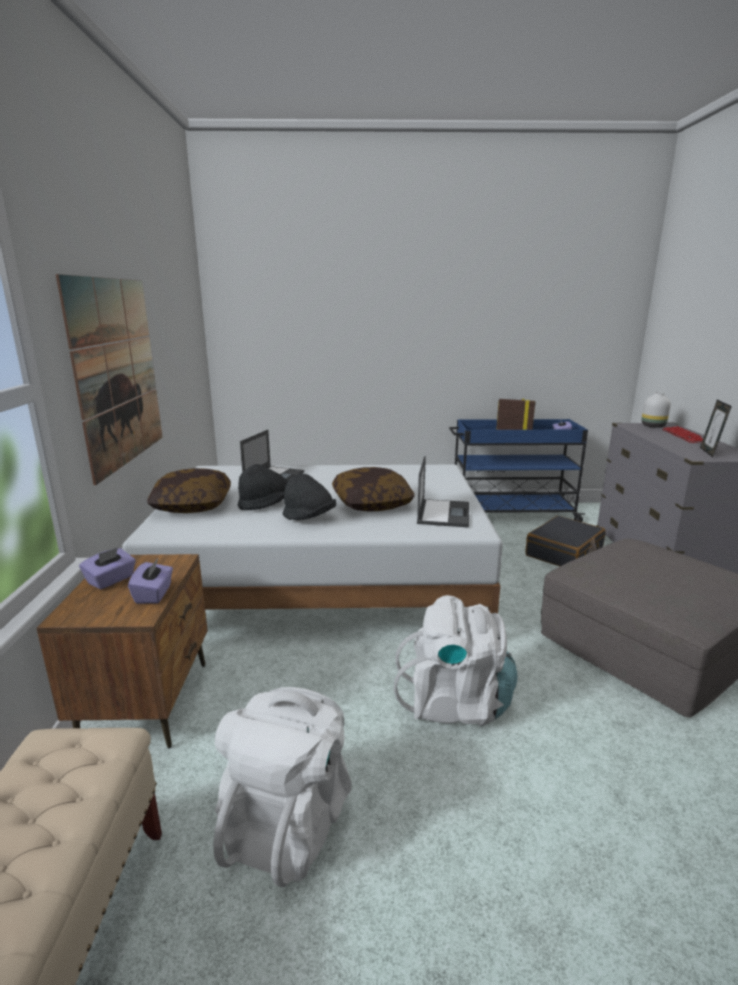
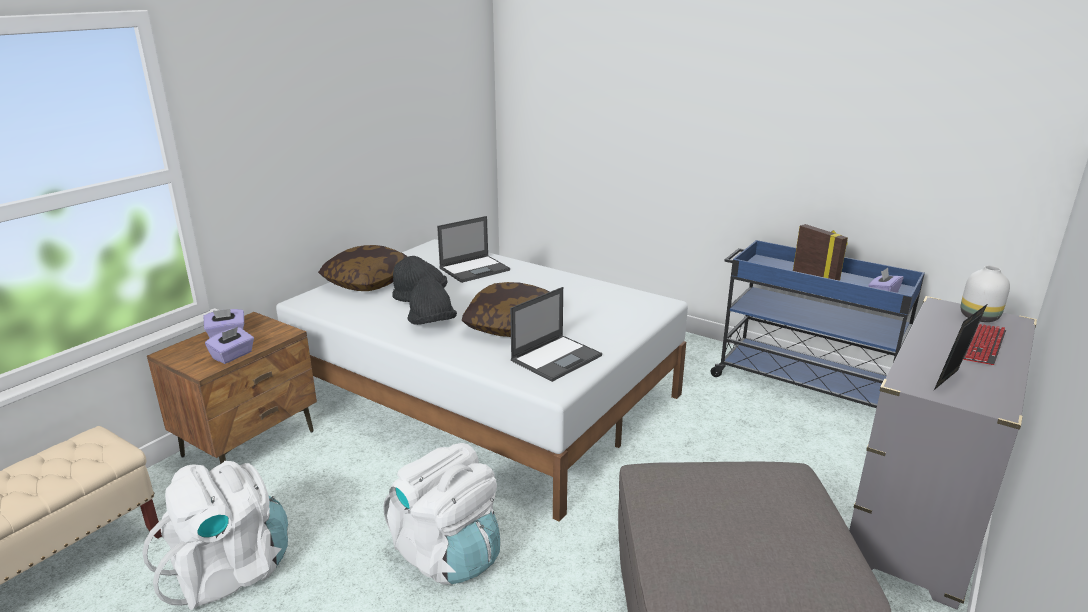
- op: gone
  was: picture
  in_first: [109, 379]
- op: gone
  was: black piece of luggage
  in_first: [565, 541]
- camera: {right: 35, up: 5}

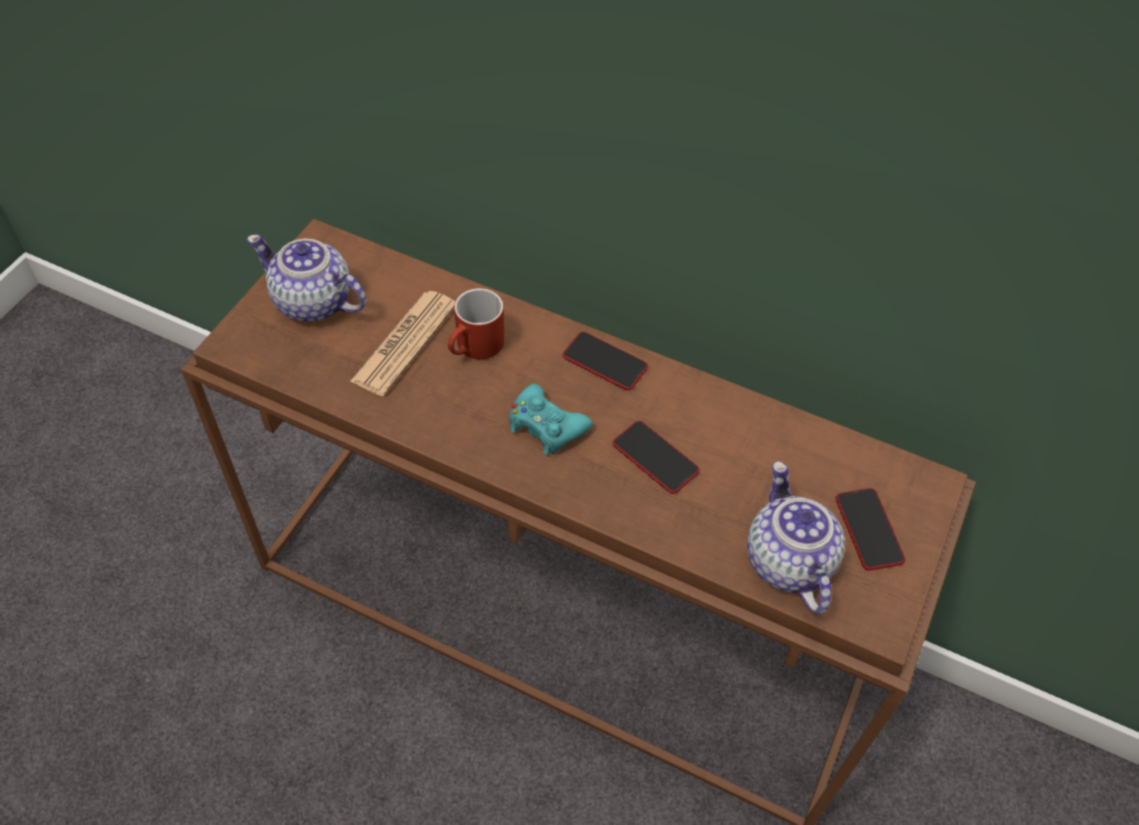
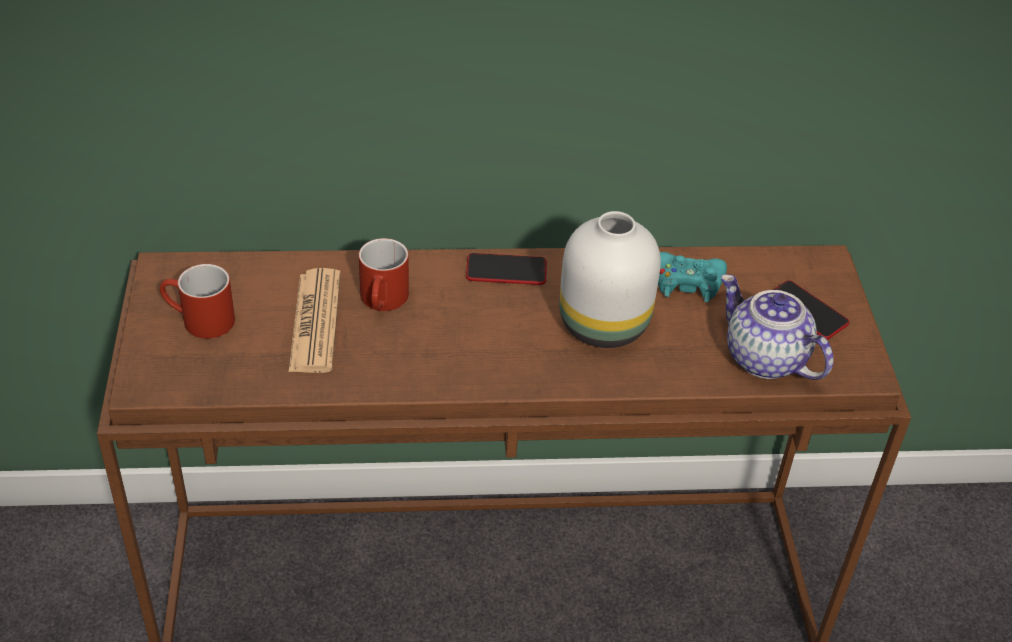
- op: swapped
  was: teapot
  now: red coffee mug
  in_first: [307, 278]
  in_second: [197, 301]
- op: swapped
  was: handset
  now: white decorative vase
  in_first: [656, 457]
  in_second: [610, 279]
- op: shifted
  was: turquoise gamepad
  in_first: [551, 419]
  in_second: [692, 277]
- camera: {right: -30, up: -10}

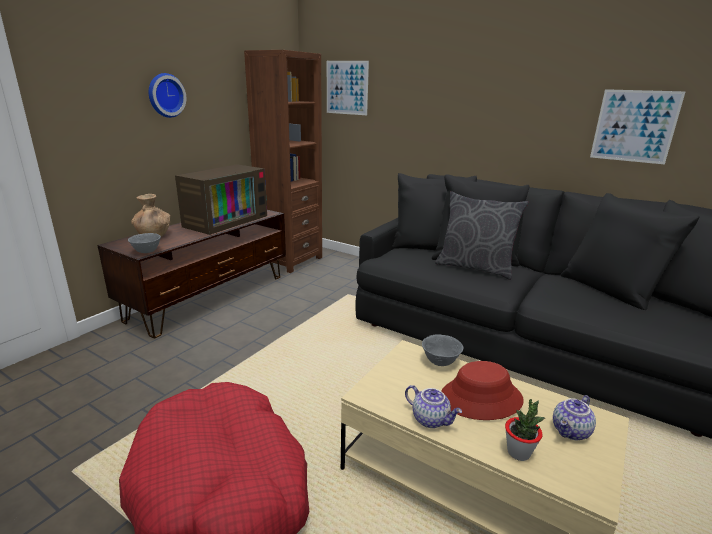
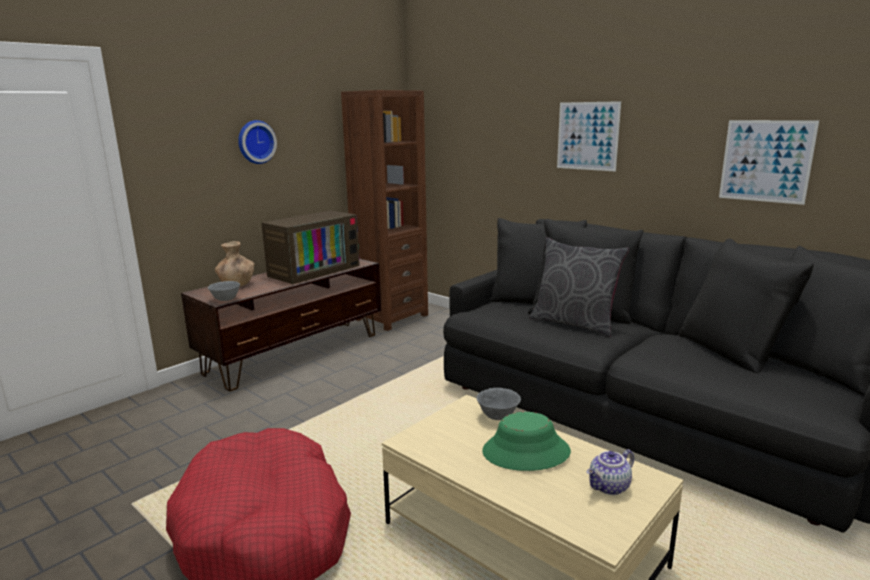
- op: repainted
  was: red clothing hat
  now: green clothing hat
  in_first: [482, 390]
  in_second: [526, 441]
- op: shifted
  was: picture
  in_first: [348, 88]
  in_second: [589, 136]
- op: gone
  was: teapot
  in_first: [433, 406]
- op: gone
  was: plant in a pot
  in_first: [525, 430]
- camera: {right: 10, up: -5}

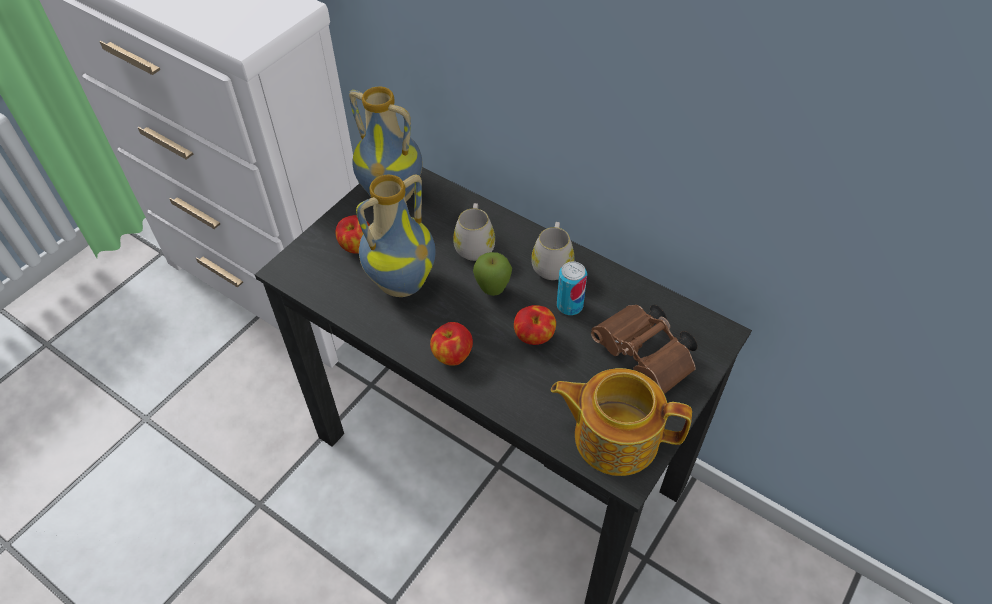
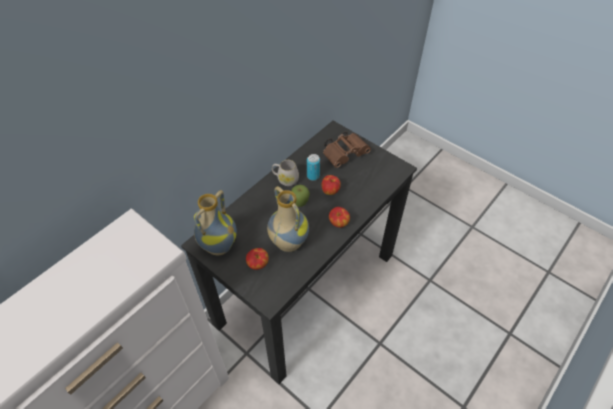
- op: gone
  was: white coffee mug
  in_first: [474, 232]
- op: gone
  was: teapot
  in_first: [621, 422]
- camera: {right: -85, up: 0}

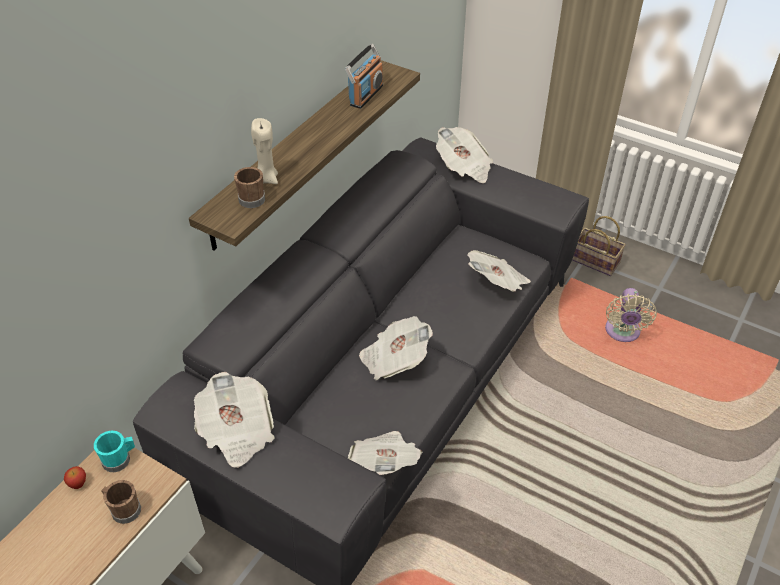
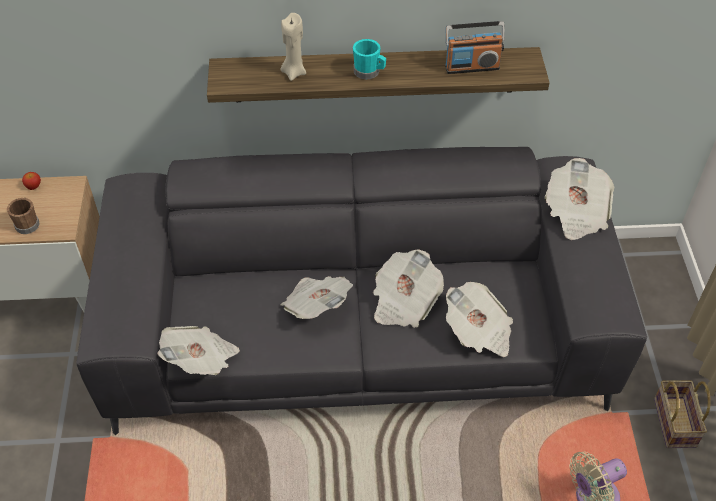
- op: shifted
  was: turquoise coffee mug
  in_first: [114, 451]
  in_second: [369, 59]
- op: shifted
  was: printed paper
  in_first: [234, 420]
  in_second: [408, 288]
- op: gone
  was: brown-coloured coffee mug
  in_first: [249, 187]
- camera: {right: 55, up: 5}

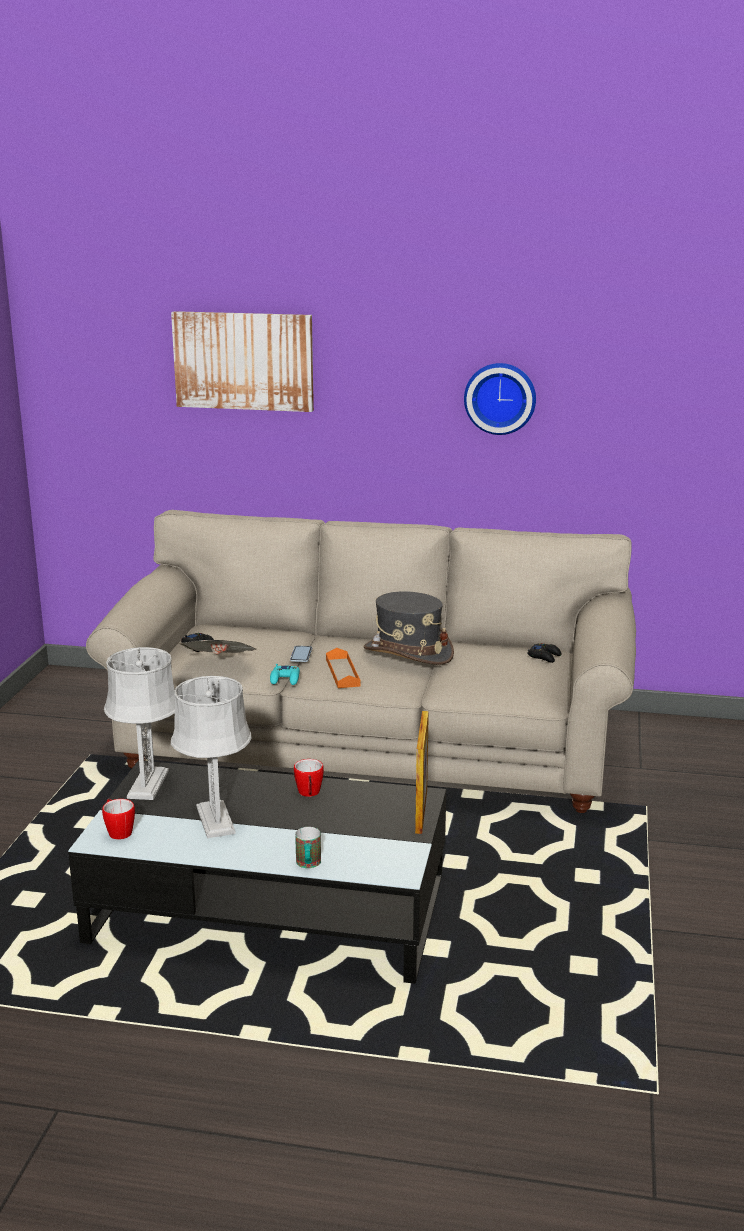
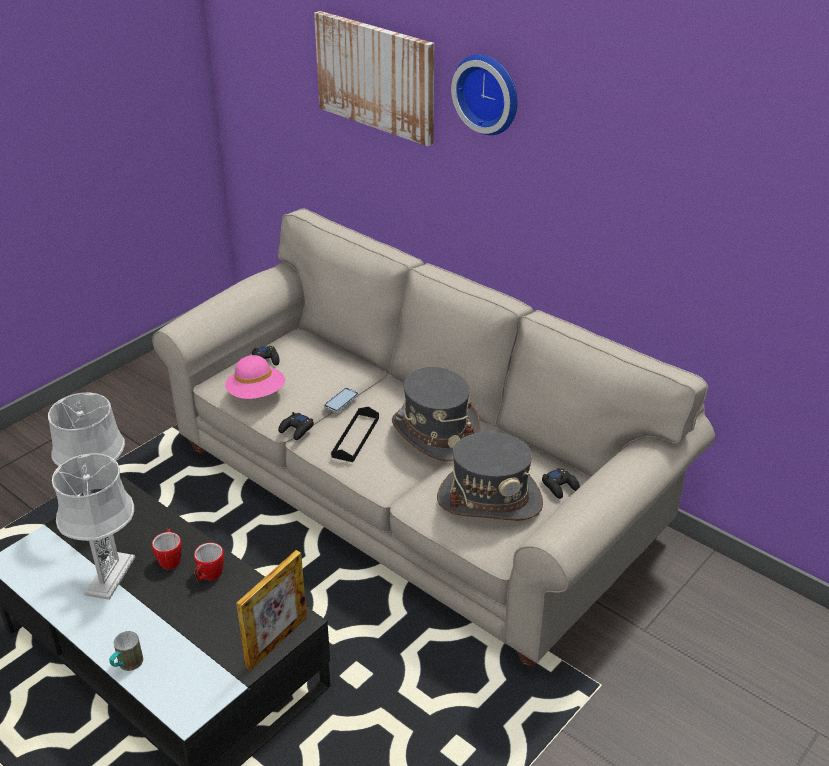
- op: shifted
  was: coffee mug
  in_first: [118, 819]
  in_second: [167, 548]
- op: swapped
  was: printed paper
  now: pink-coloured clothing hat
  in_first: [217, 647]
  in_second: [255, 377]
- op: repainted
  was: turquoise gamepad
  now: black gamepad
  in_first: [285, 674]
  in_second: [296, 426]
- op: repainted
  was: orangey serving tray
  now: black serving tray
  in_first: [343, 668]
  in_second: [355, 434]
- op: new
  now: greyish clothing hat
  in_second: [490, 476]
- op: shifted
  was: wall clock
  in_first: [500, 399]
  in_second: [484, 94]
- camera: {right: 30, up: 15}

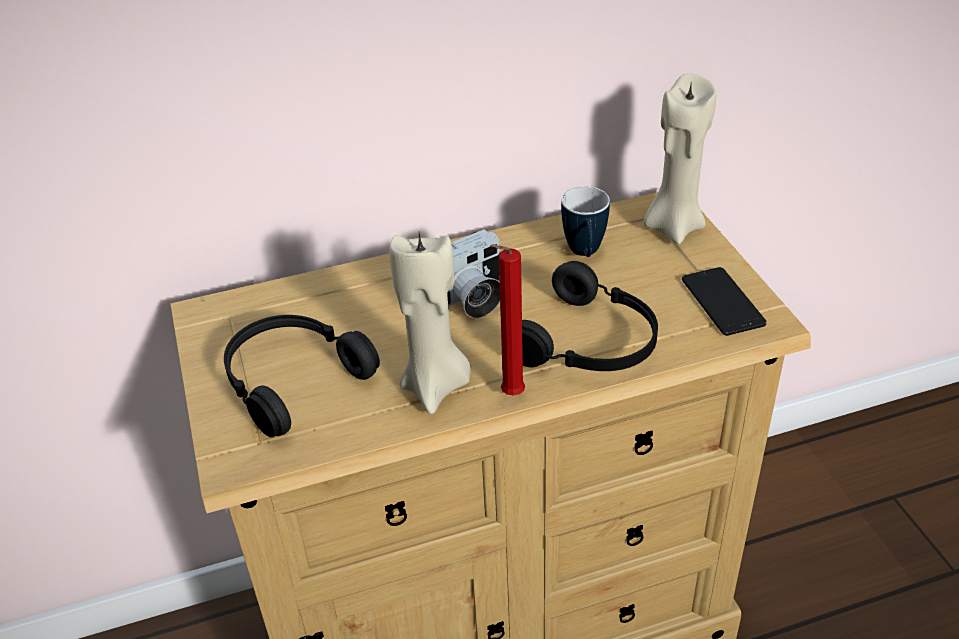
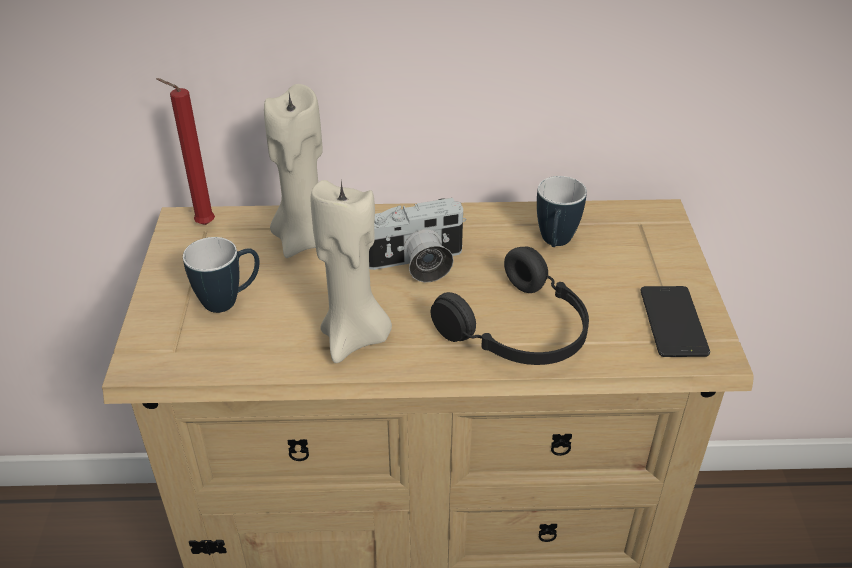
- op: shifted
  was: red candle
  in_first: [507, 320]
  in_second: [185, 151]
- op: swapped
  was: black headphones
  now: coffee mug
  in_first: [302, 376]
  in_second: [221, 275]
- op: shifted
  was: sand-coloured candle
  in_first: [680, 158]
  in_second: [293, 171]
- camera: {right: 15, up: 0}

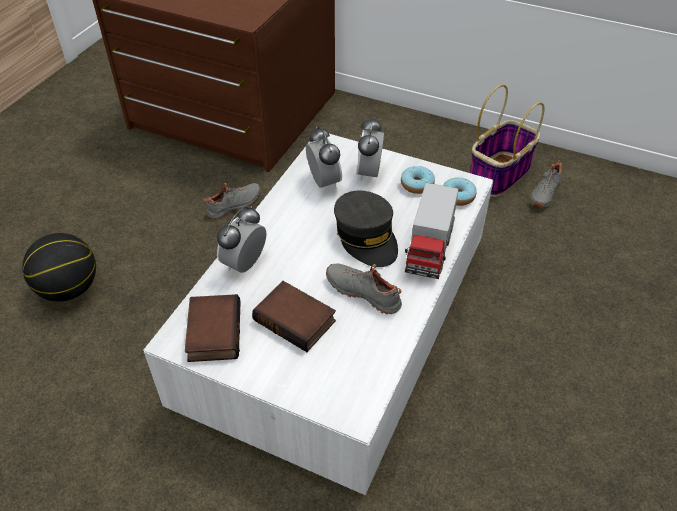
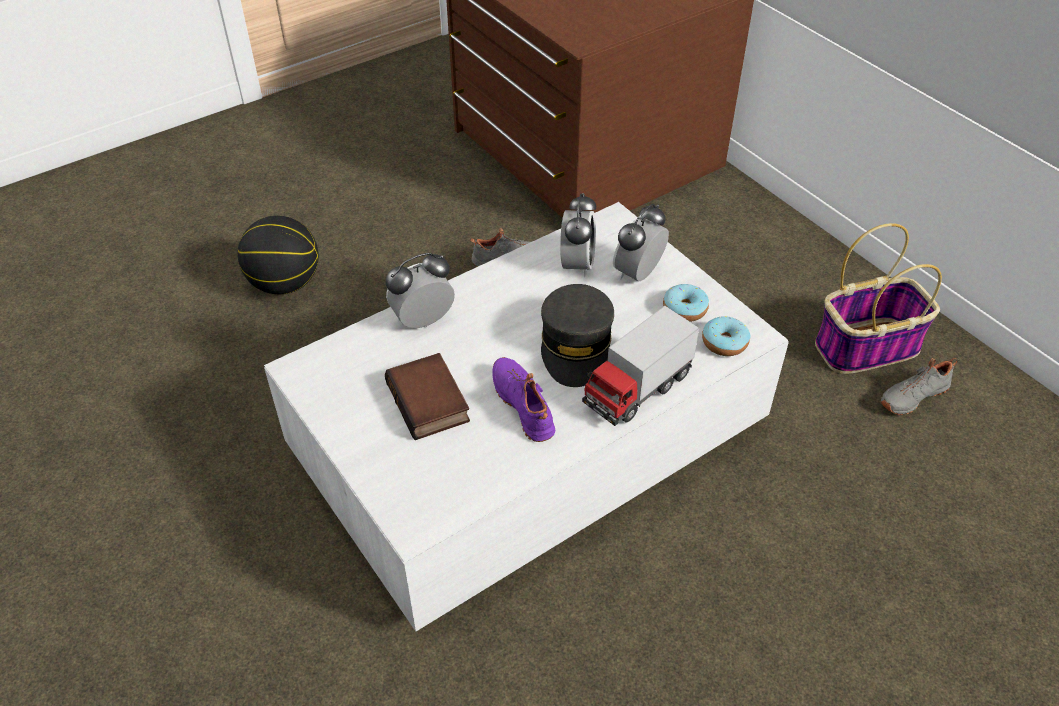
- op: repainted
  was: greyish low shoe
  now: purplish low shoe
  in_first: [364, 288]
  in_second: [523, 399]
- op: gone
  was: book
  in_first: [213, 328]
- camera: {right: 30, up: 0}

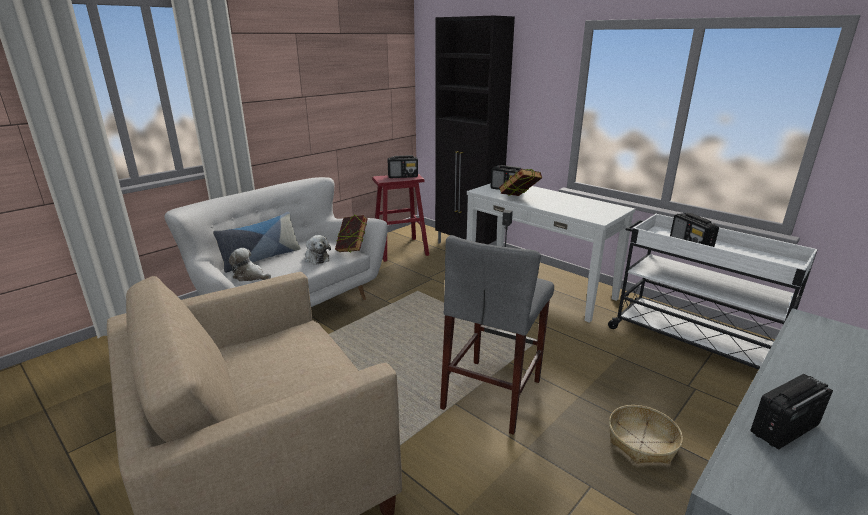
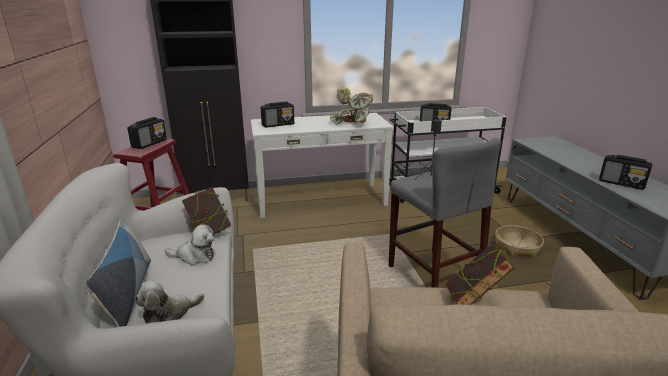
- op: new
  now: plant in a pot
  in_second: [351, 105]
- op: shifted
  was: book
  in_first: [520, 182]
  in_second: [480, 275]
- op: rotated
  was: radio
  in_first: [791, 412]
  in_second: [625, 172]
  clockwise: -60
- camera: {right: -55, up: 0}

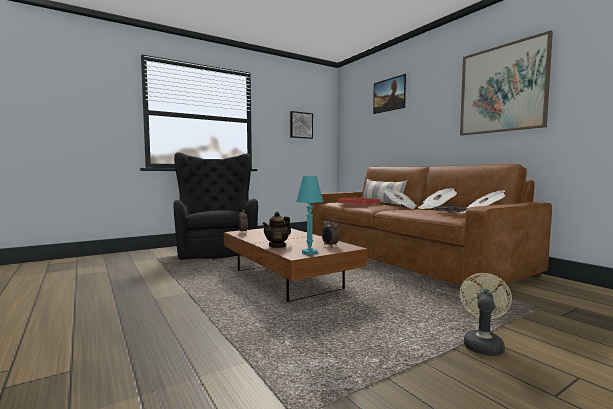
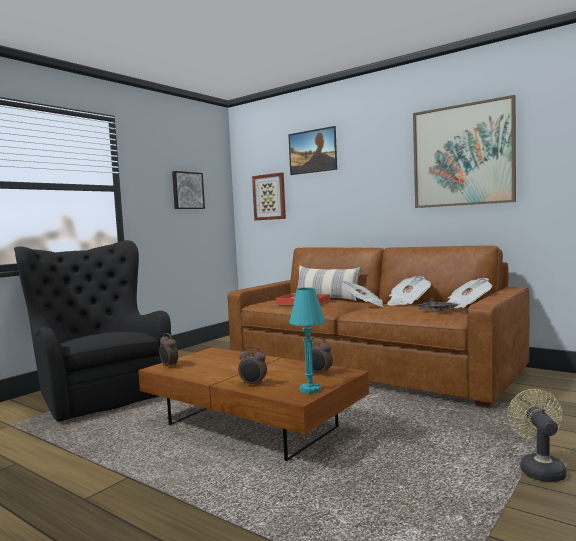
- op: swapped
  was: teapot
  now: alarm clock
  in_first: [277, 229]
  in_second: [252, 366]
- op: new
  now: picture
  in_second: [269, 197]
- camera: {right: -20, up: 0}

